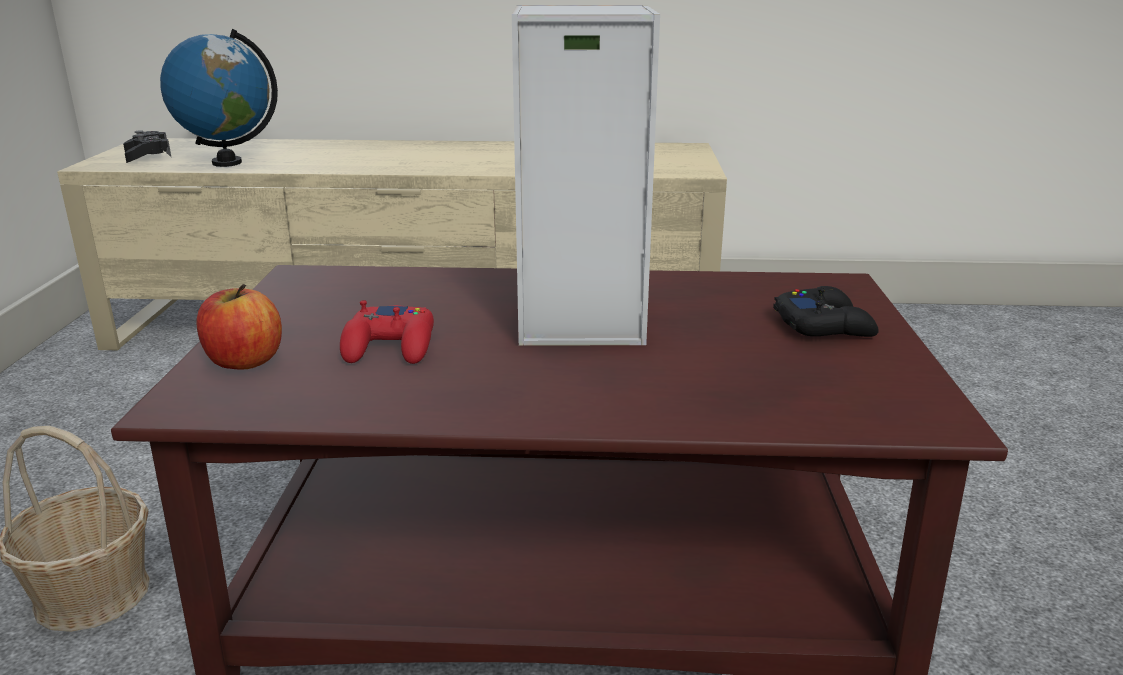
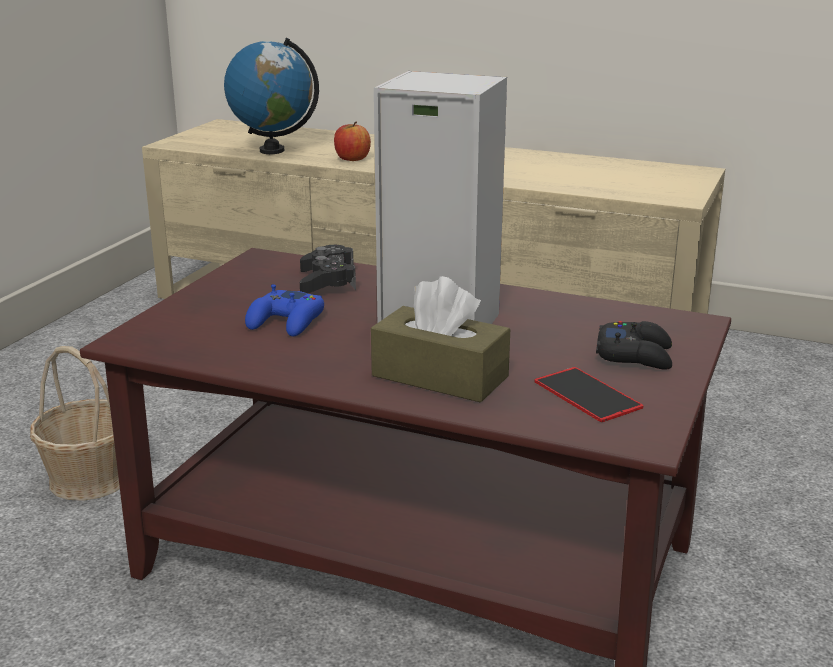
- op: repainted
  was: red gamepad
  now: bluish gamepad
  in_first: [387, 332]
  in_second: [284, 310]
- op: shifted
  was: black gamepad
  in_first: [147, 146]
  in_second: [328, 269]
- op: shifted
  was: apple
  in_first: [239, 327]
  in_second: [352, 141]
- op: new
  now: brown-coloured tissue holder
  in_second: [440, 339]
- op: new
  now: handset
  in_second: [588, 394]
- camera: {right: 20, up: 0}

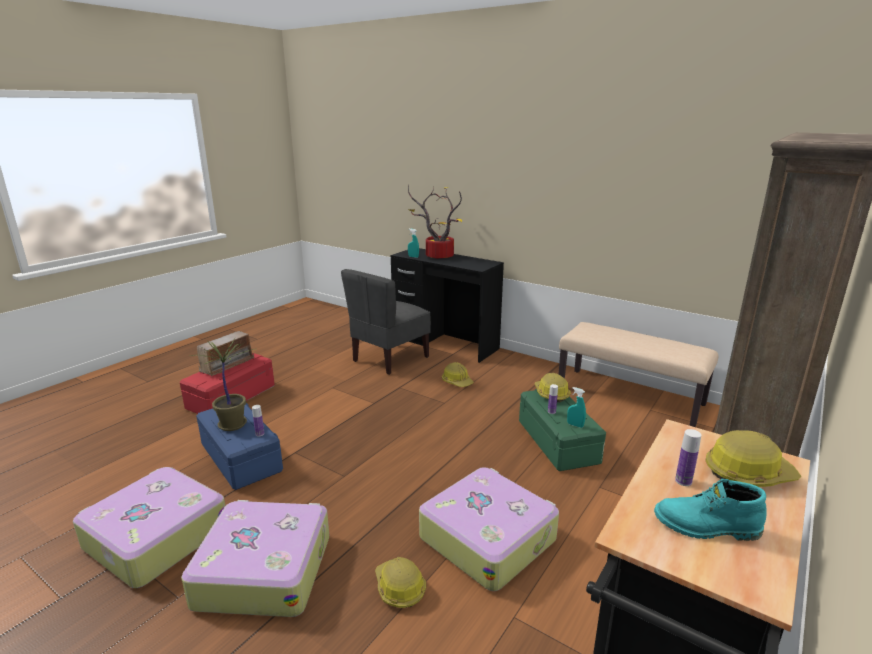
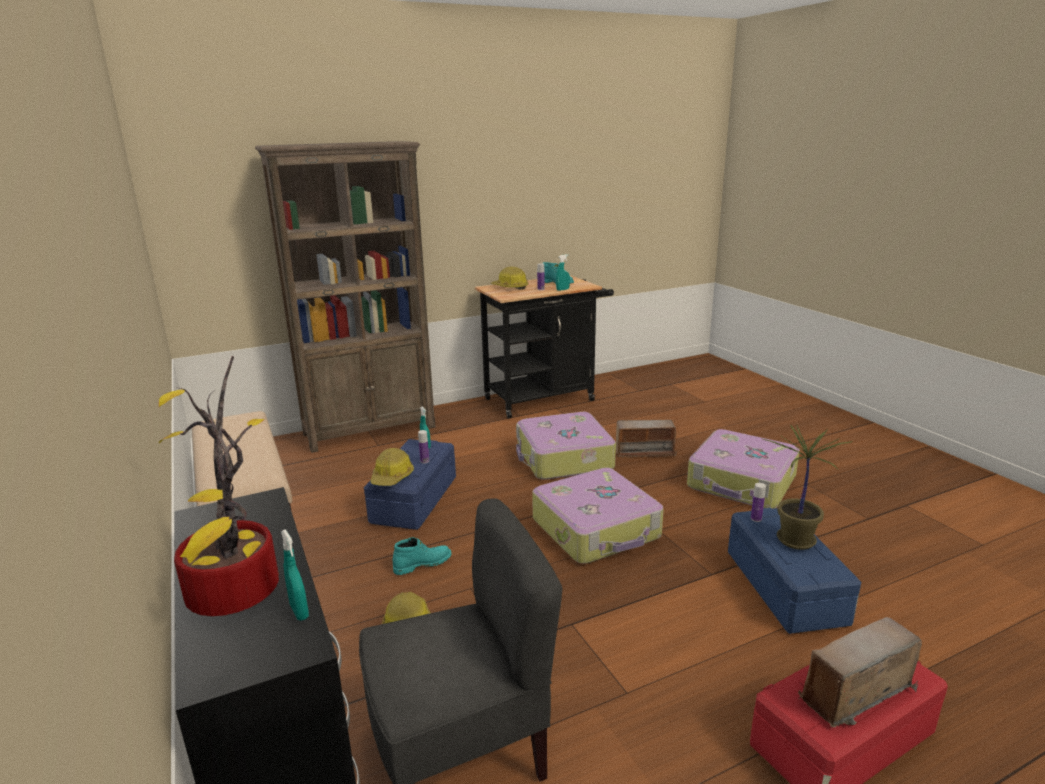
- op: repainted
  was: green storage container
  now: bluish storage container
  in_first: [562, 430]
  in_second: [410, 484]
- op: new
  now: turquoise high-top boot
  in_second: [422, 556]
- op: shifted
  was: piece of luggage
  in_first: [149, 527]
  in_second: [598, 516]
- op: new
  now: turquoise spray bottle
  in_second: [563, 272]
- op: swapped
  was: safety helmet
  now: radio
  in_first: [400, 582]
  in_second: [647, 439]
- camera: {right: -150, up: 0}

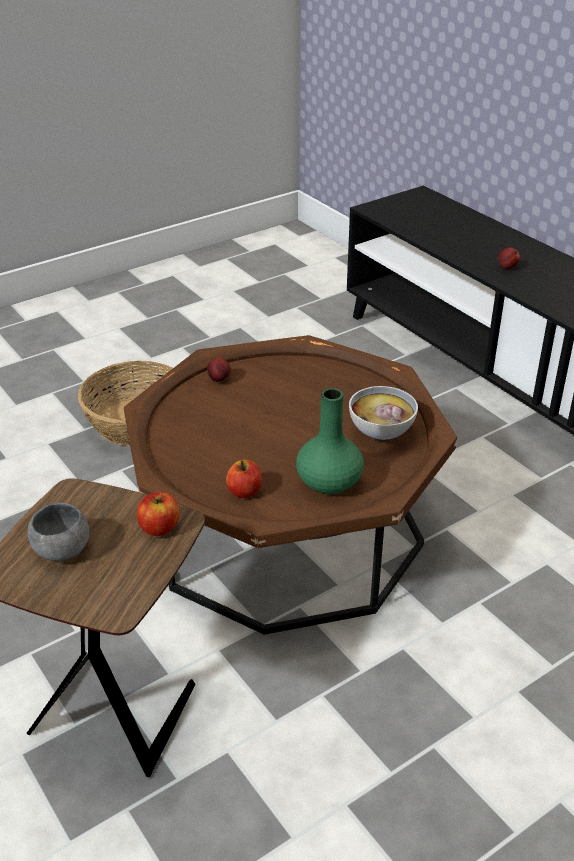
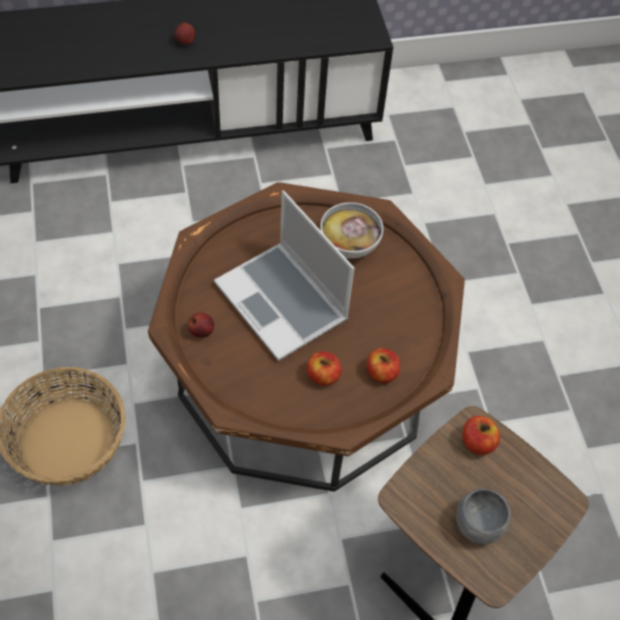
- op: new
  now: laptop
  in_second: [284, 275]
- op: new
  now: apple
  in_second: [324, 369]
- op: gone
  was: green decorative vase
  in_first: [330, 441]
- camera: {right: -70, up: 20}

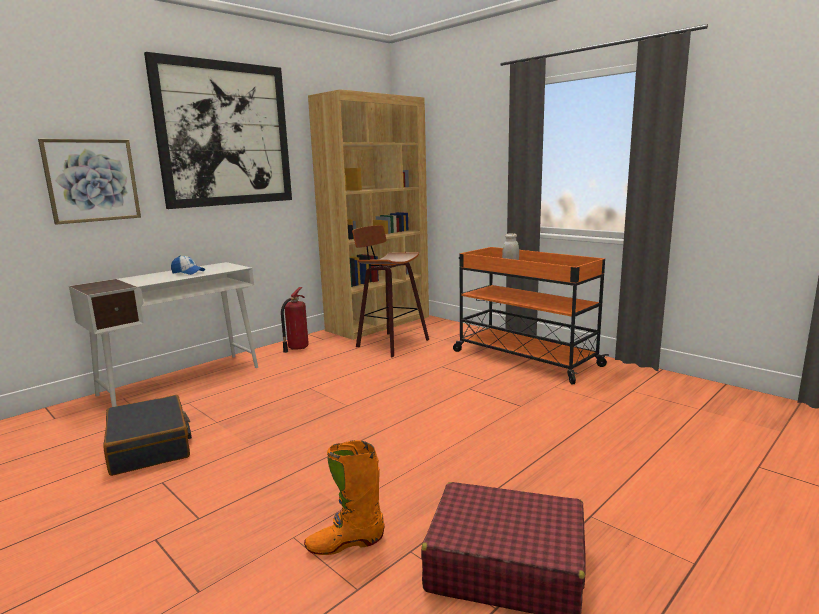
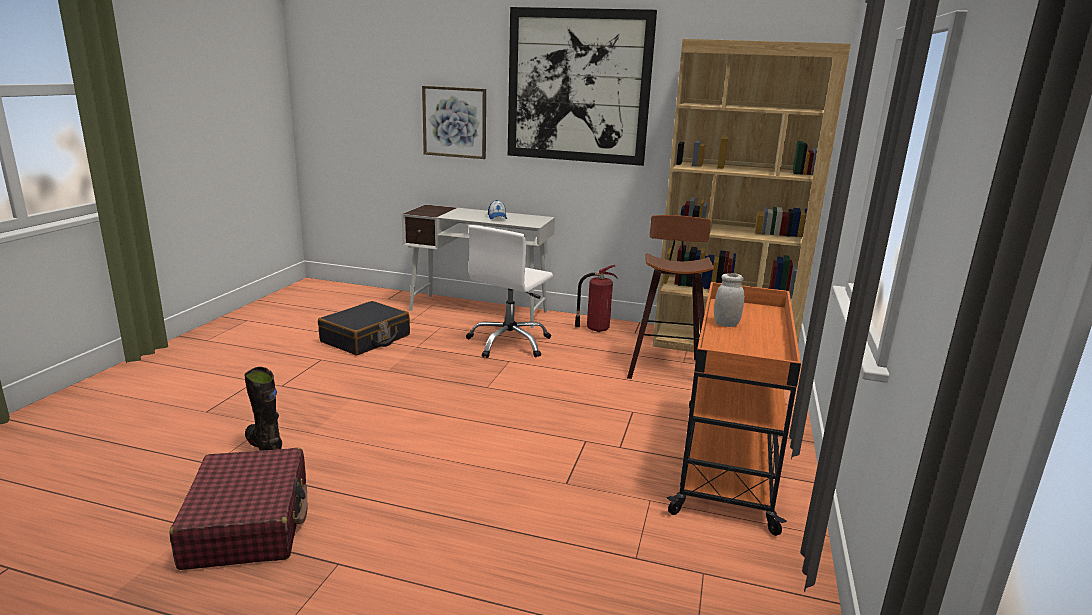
- op: repainted
  was: orangey high-top boot
  now: black high-top boot
  in_first: [344, 497]
  in_second: [263, 409]
- op: new
  now: white desk chair
  in_second: [509, 291]
- camera: {right: 60, up: 5}

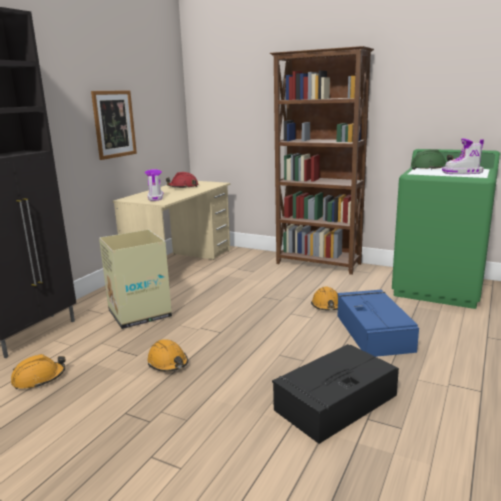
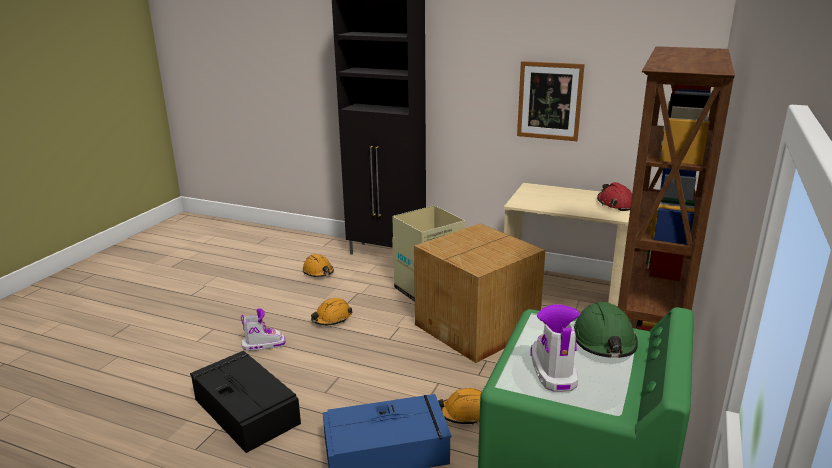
- op: shifted
  was: high-top boot
  in_first: [154, 185]
  in_second: [263, 329]
- op: new
  now: carton
  in_second: [479, 293]
- camera: {right: 85, up: 5}

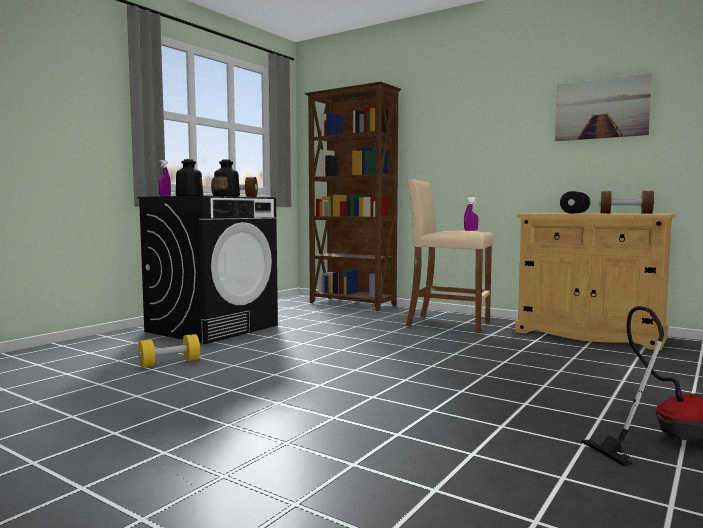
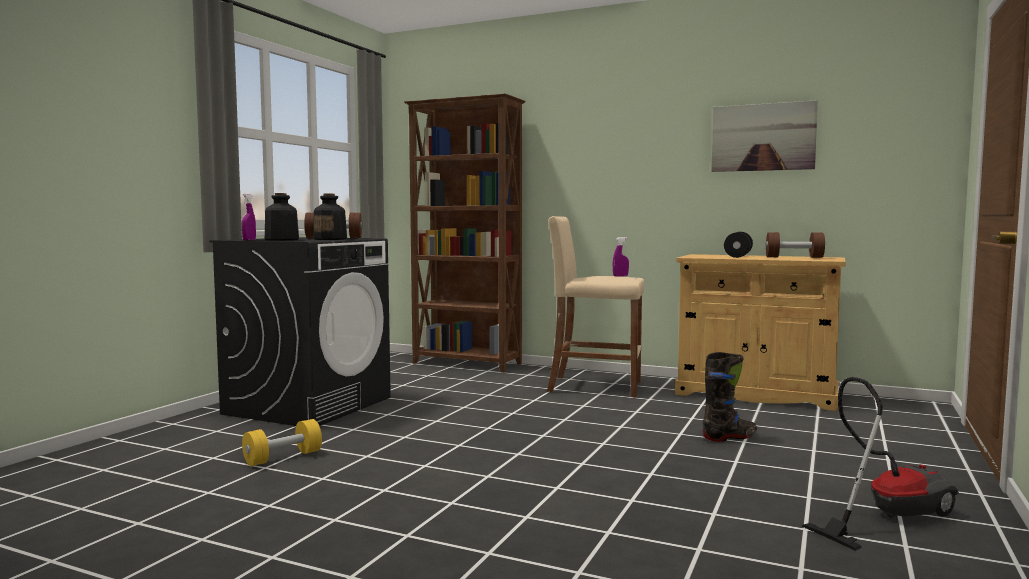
- op: new
  now: black high-top boot
  in_second: [730, 397]
- camera: {right: -10, up: 0}

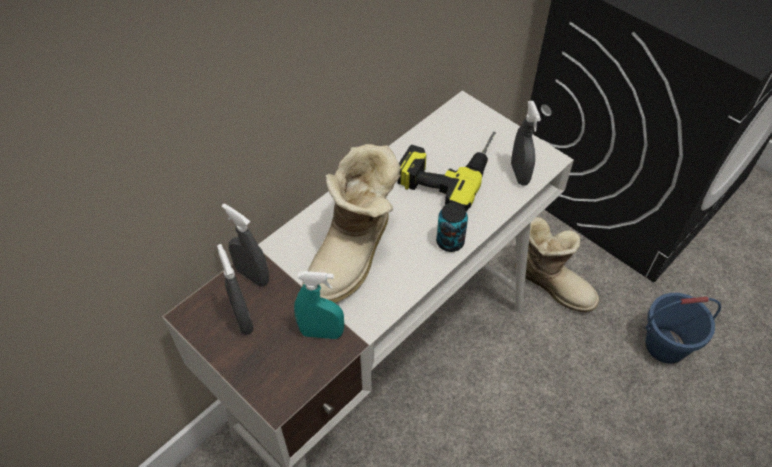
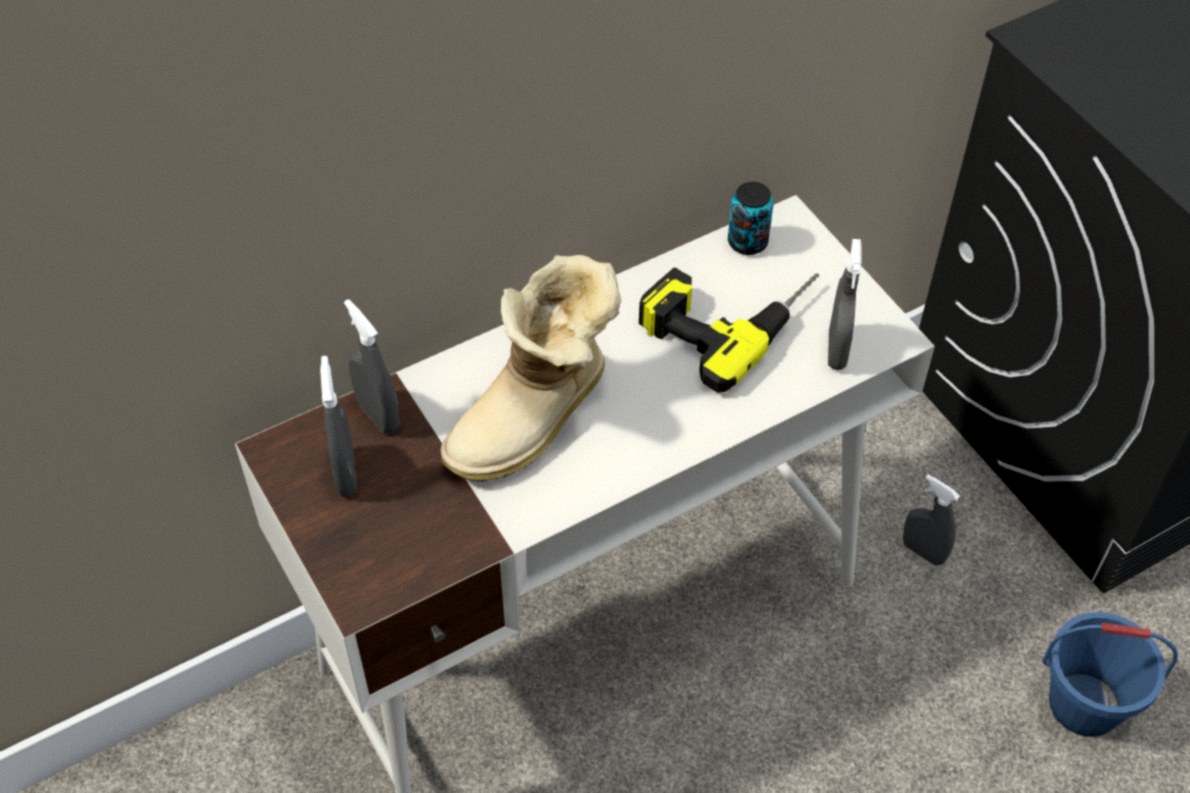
- op: shifted
  was: metal can
  in_first: [452, 227]
  in_second: [751, 218]
- op: swapped
  was: high-top boot
  now: greyish spray bottle
  in_first: [557, 264]
  in_second: [931, 520]
- op: gone
  was: turquoise spray bottle
  in_first: [319, 305]
- camera: {right: 15, up: 0}

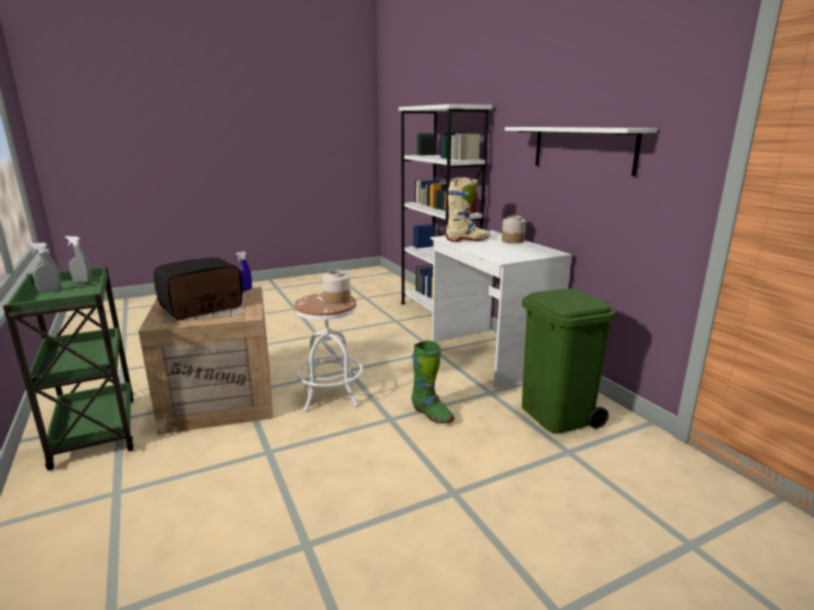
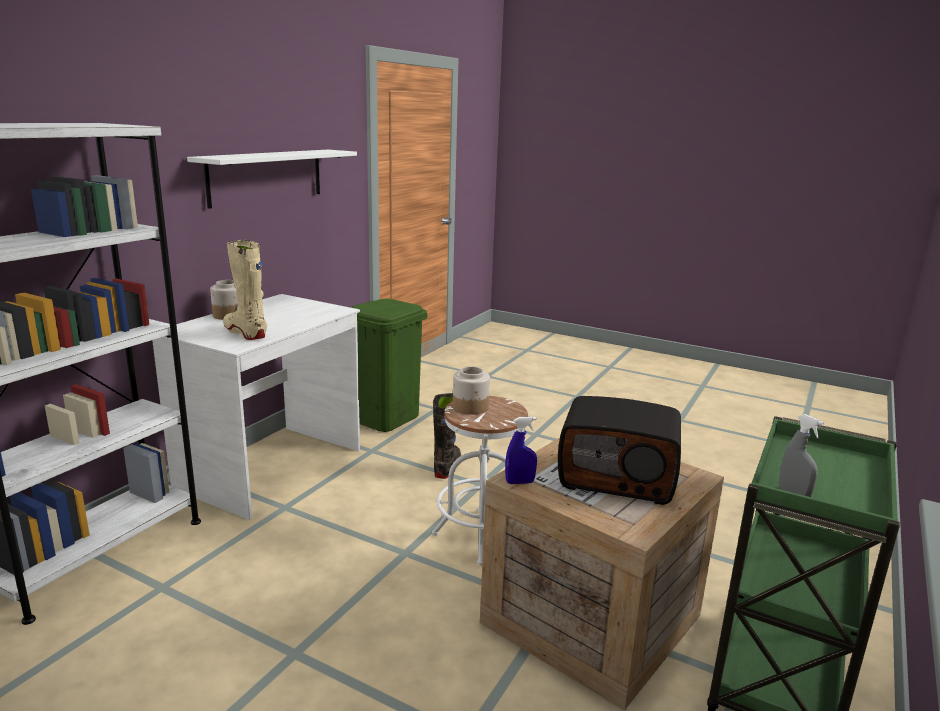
- op: repainted
  was: green high-top boot
  now: black high-top boot
  in_first: [432, 382]
  in_second: [447, 436]
- op: gone
  was: greyish spray bottle
  in_first: [45, 267]
- camera: {right: -125, up: 0}

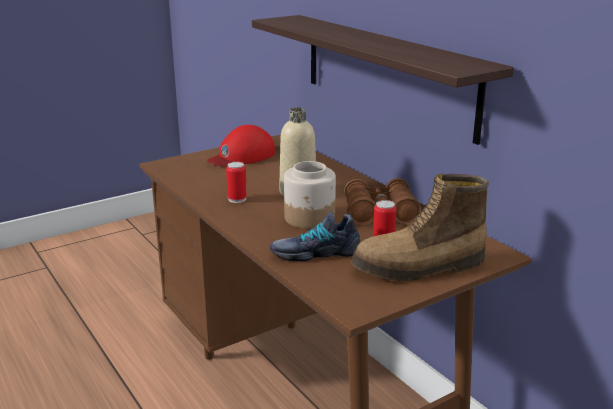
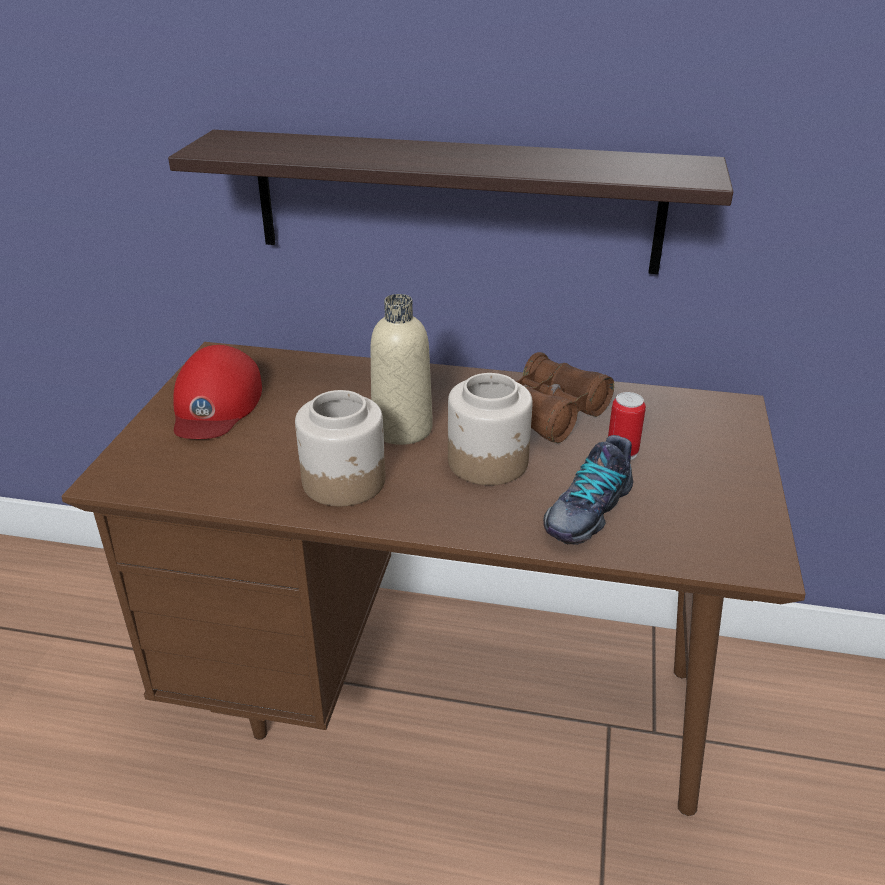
- op: swapped
  was: metal can
  now: preserve jar
  in_first: [236, 182]
  in_second: [340, 448]
- op: gone
  was: high-top boot
  in_first: [420, 227]
- camera: {right: -45, up: 10}

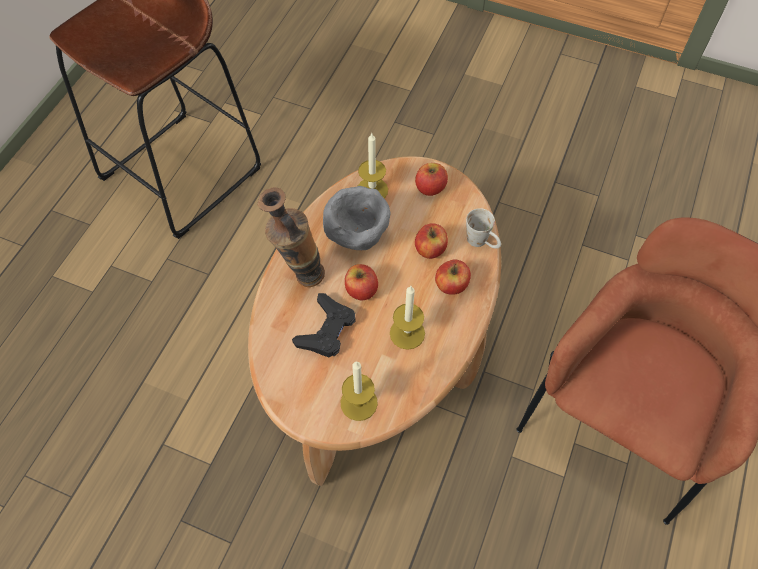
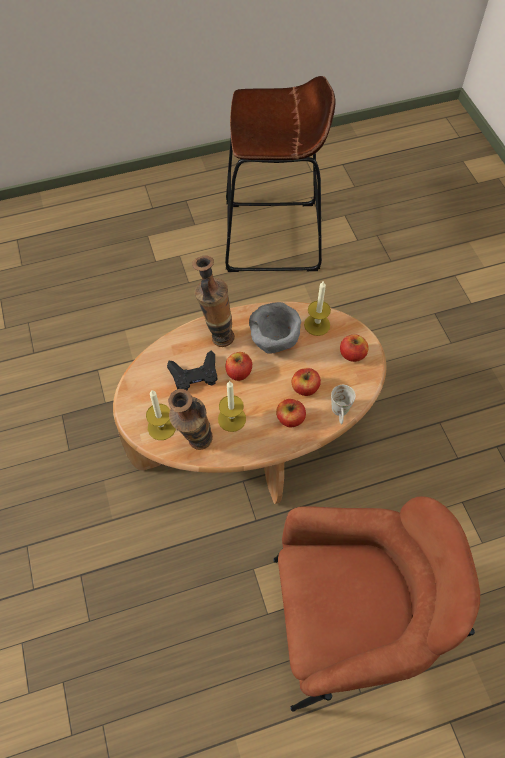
- op: new
  now: decorative vase
  in_second: [190, 419]
- camera: {right: 50, up: 0}

